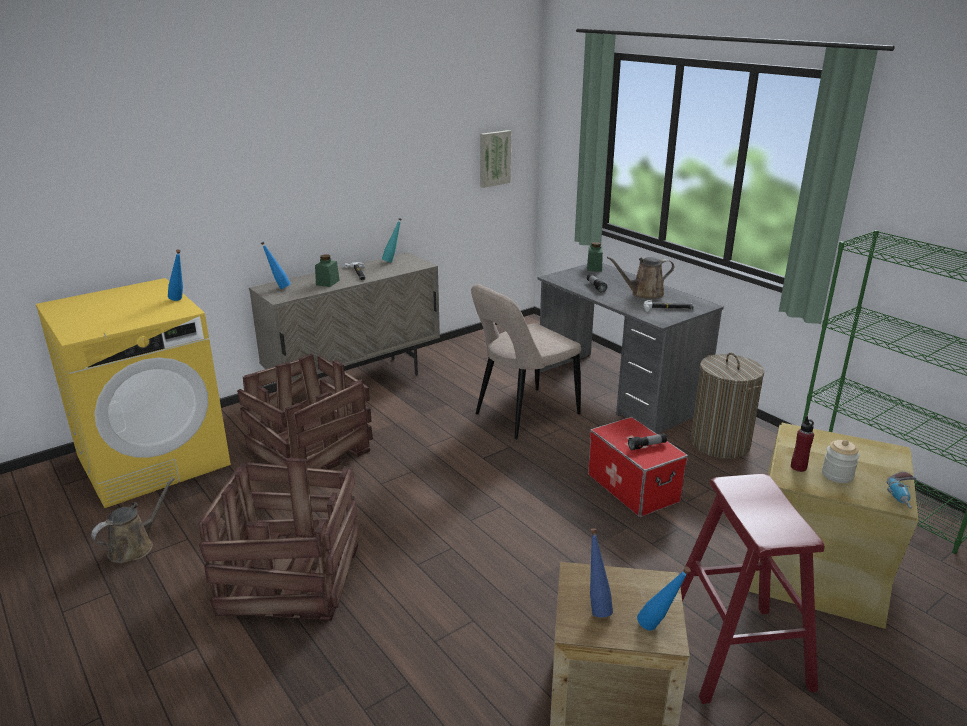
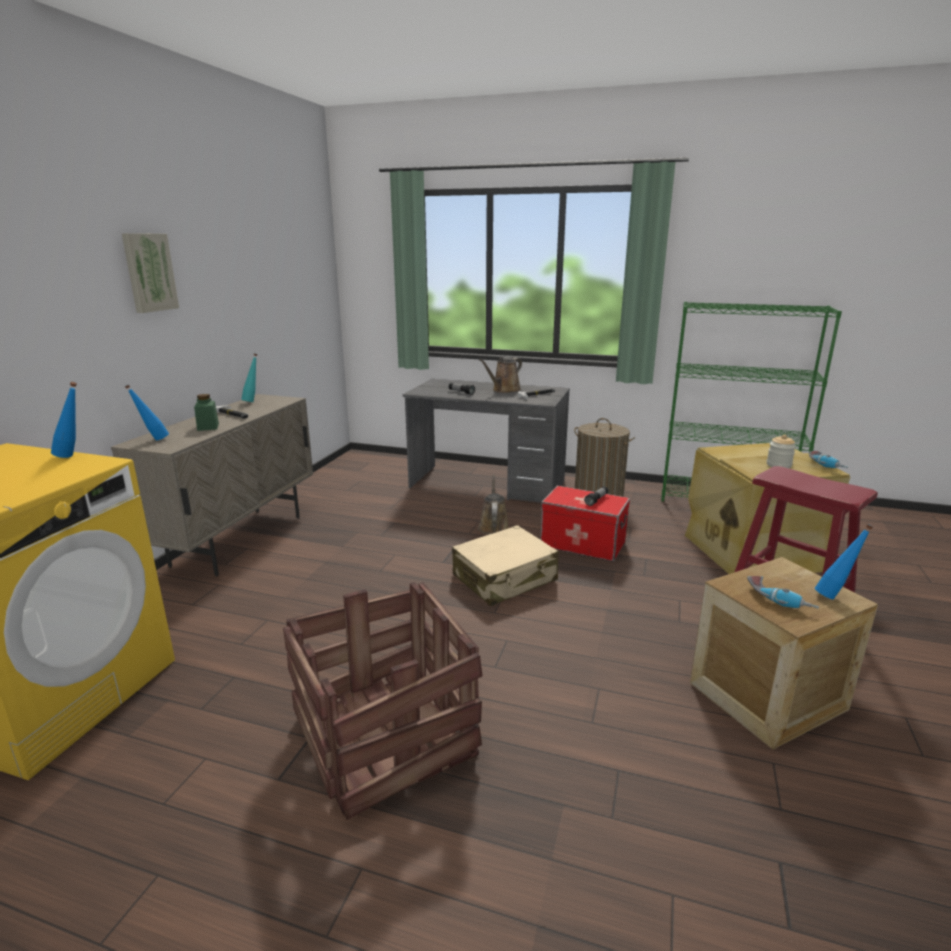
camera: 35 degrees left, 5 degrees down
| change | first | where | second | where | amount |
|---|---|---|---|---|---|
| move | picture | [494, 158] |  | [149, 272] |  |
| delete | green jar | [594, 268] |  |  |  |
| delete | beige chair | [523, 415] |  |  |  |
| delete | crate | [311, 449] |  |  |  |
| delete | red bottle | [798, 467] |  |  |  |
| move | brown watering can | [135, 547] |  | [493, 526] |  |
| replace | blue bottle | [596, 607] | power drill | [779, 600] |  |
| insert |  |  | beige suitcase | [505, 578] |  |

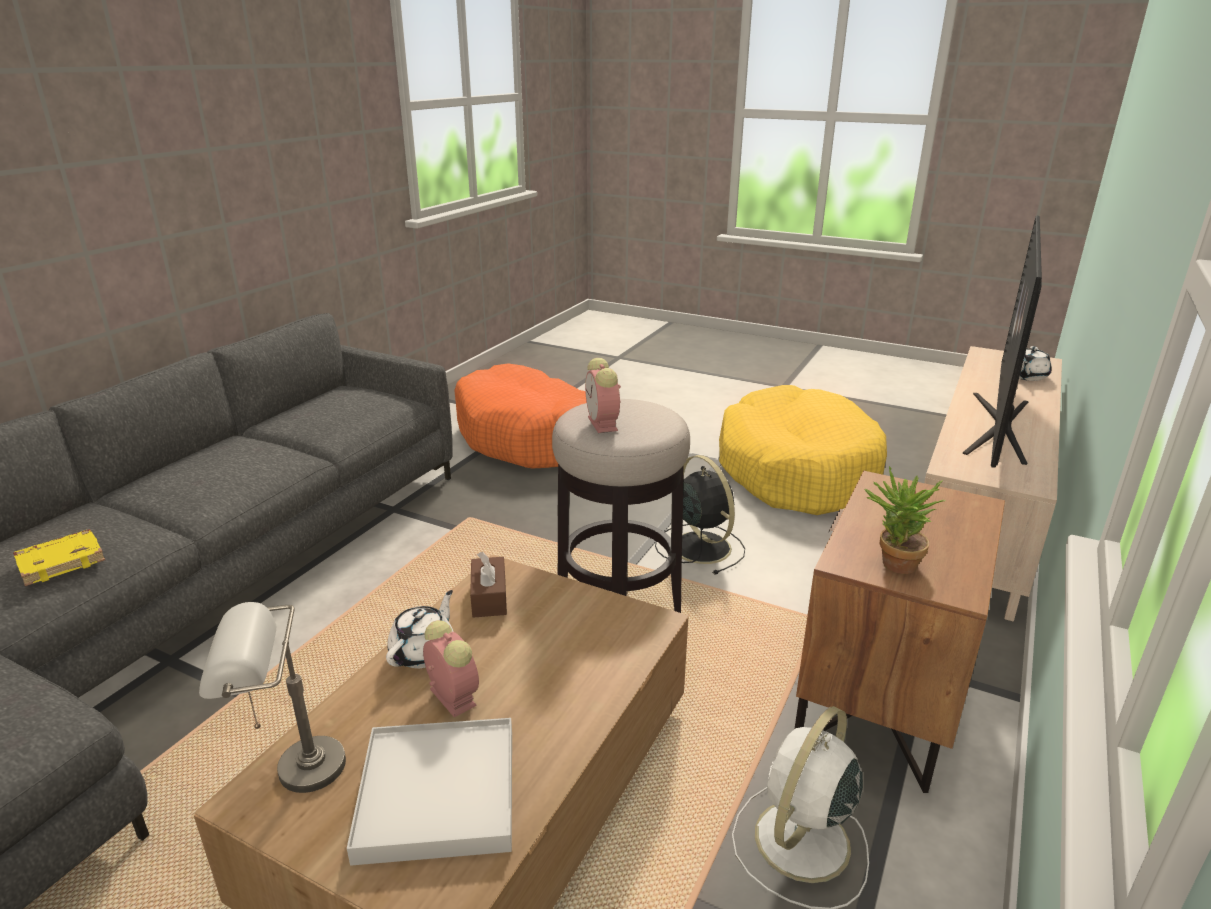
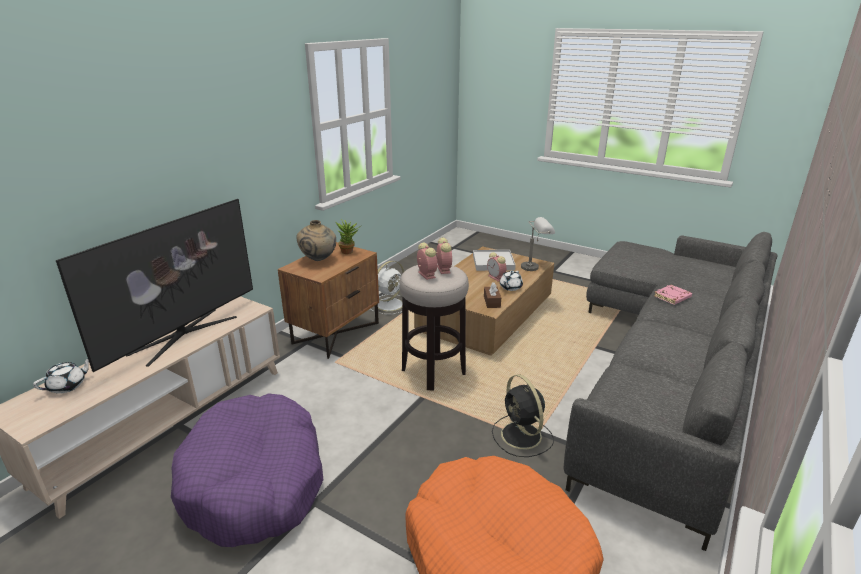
camera: 175 degrees left, 0 degrees up
| change | first | where | second | where | amount |
|---|---|---|---|---|---|
| recolor | yellow dog bed | [796, 470] | purple dog bed | [254, 482] |  |
| move | black fan | [700, 546] |  | [522, 436] |  |
| recolor | yellow book | [62, 561] | pink book | [672, 297] |  |
| insert |  |  | beige vase | [318, 260] |  |
| insert |  |  | alarm clock | [426, 274] |  |

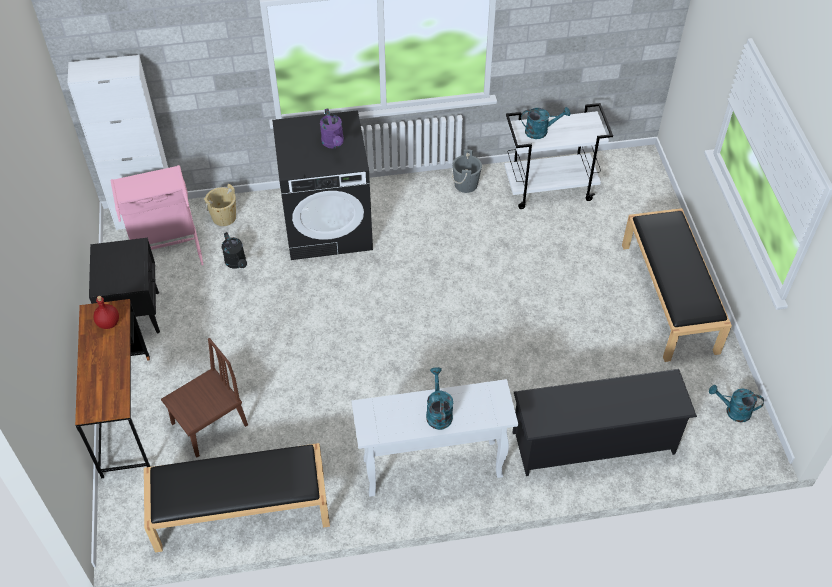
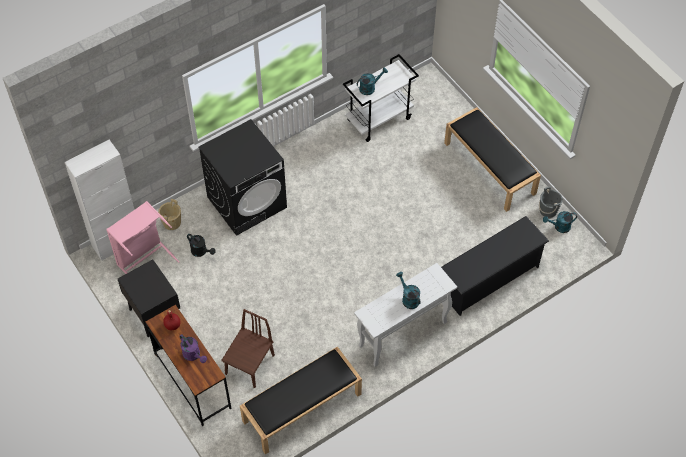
camera: 25 degrees left, 5 degrees up
| change | first | where | second | where | amount |
|---|---|---|---|---|---|
| move | purple watering can | [333, 143] |  | [193, 355] |  |
| move | grey bucket | [466, 184] |  | [548, 210] |  |

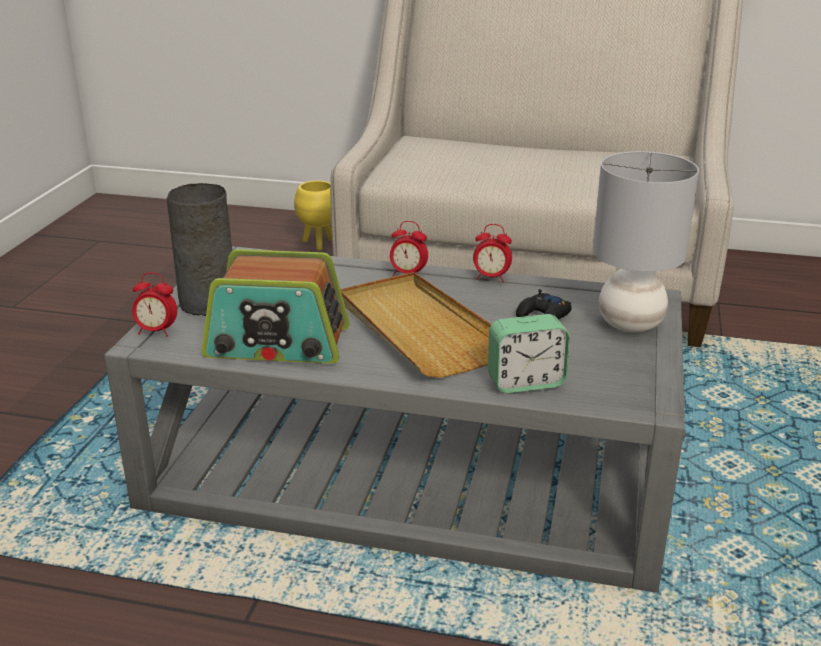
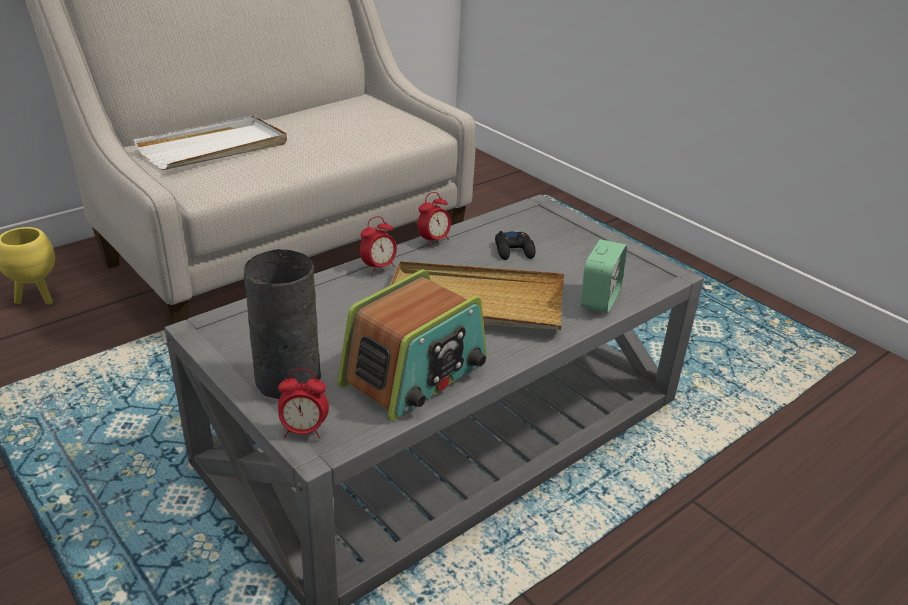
camera: 55 degrees left, 5 degrees up
| change | first | where | second | where | amount |
|---|---|---|---|---|---|
| delete | grey table lamp | [629, 323] |  |  |  |
| rotate | alarm clock | [156, 331] |  | [304, 430] | 45 degrees clockwise |
| insert |  |  | white tray | [214, 148] |  |

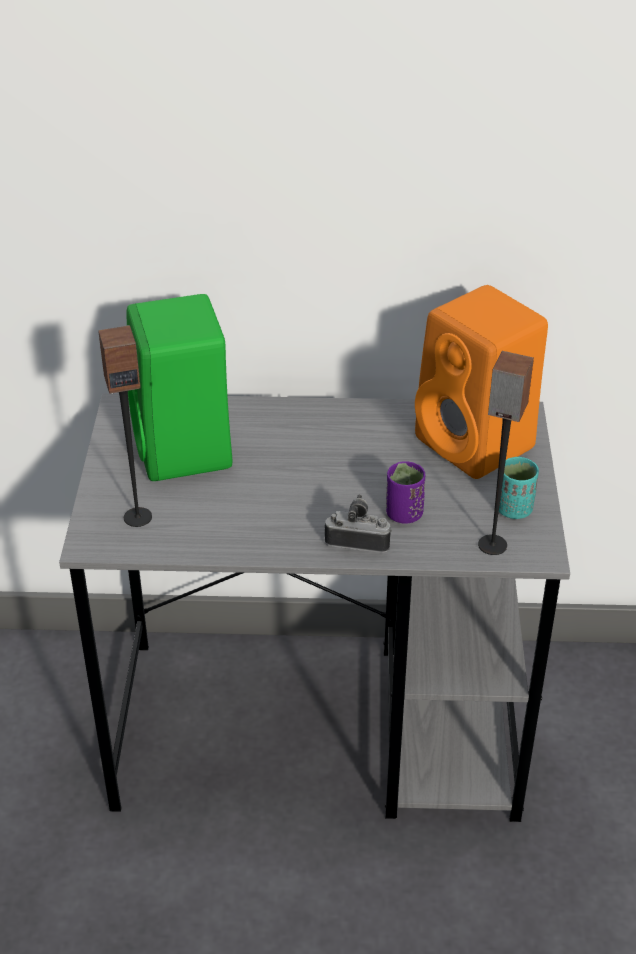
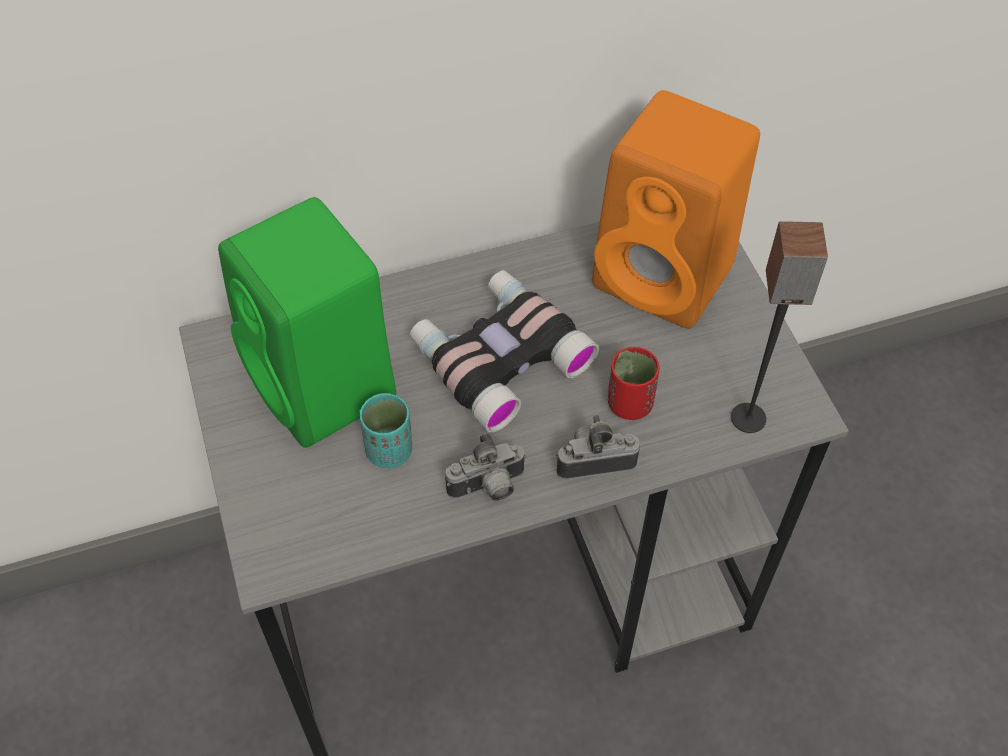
camera: 20 degrees left, 15 degrees up
| change | first | where | second | where | amount |
|---|---|---|---|---|---|
| delete | speaker | [137, 517] |  |  |  |
| move | turquoise cup | [514, 509] |  | [389, 450] |  |
| recolor | purple cup | [404, 514] | red cup | [629, 404] |  |
| insert |  |  | binoculars | [498, 356] |  |
| insert |  |  | photo camera | [488, 488] |  |

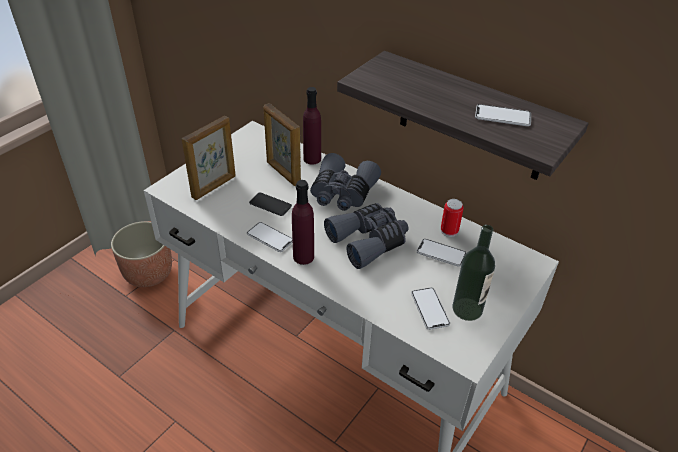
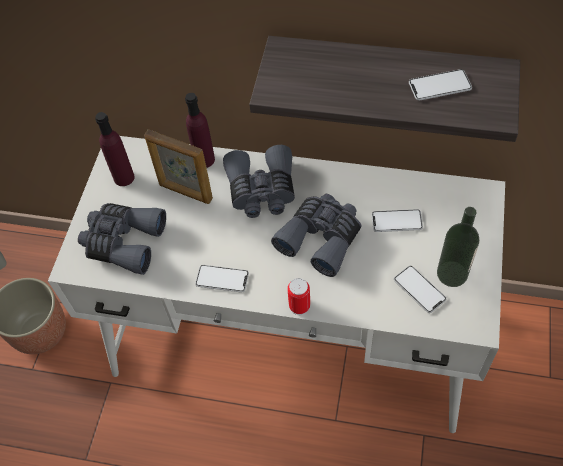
camera: 20 degrees left, 15 degrees up
| change | first | where | second | where | amount |
|---|---|---|---|---|---|
| replace | picture frame | [214, 187] | grey binoculars | [123, 242] |  |
| move | purple bottle | [303, 256] |  | [124, 177] |  |
| delete | phone | [270, 205] |  |  |  |
| move | can | [449, 231] |  | [299, 306] |  |

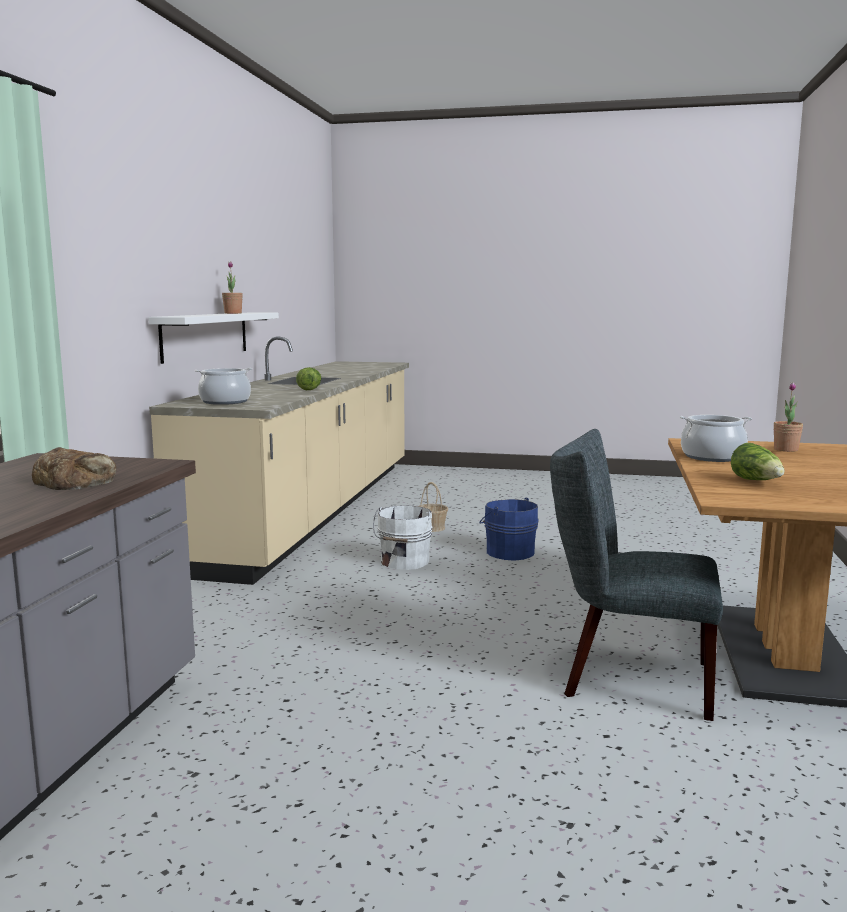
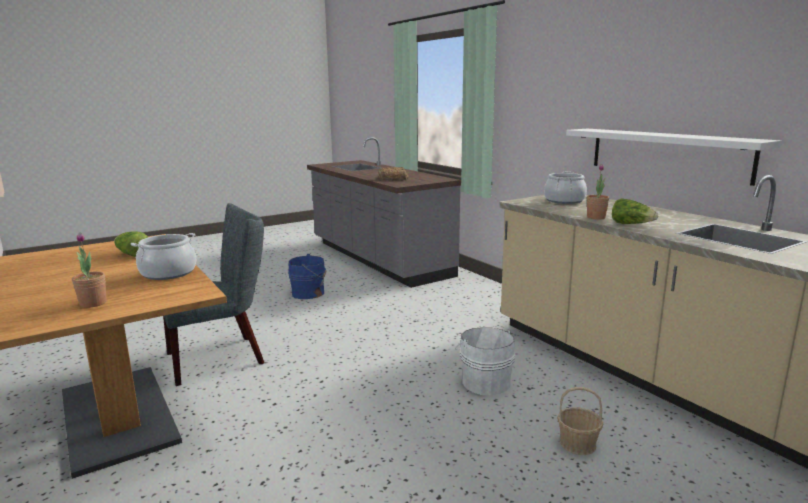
camera: 135 degrees right, 5 degrees up
| change | first | where | second | where | amount |
|---|---|---|---|---|---|
| move | potted plant | [233, 313] |  | [596, 217] |  |
| move | blue bucket | [508, 552] |  | [309, 293] |  |

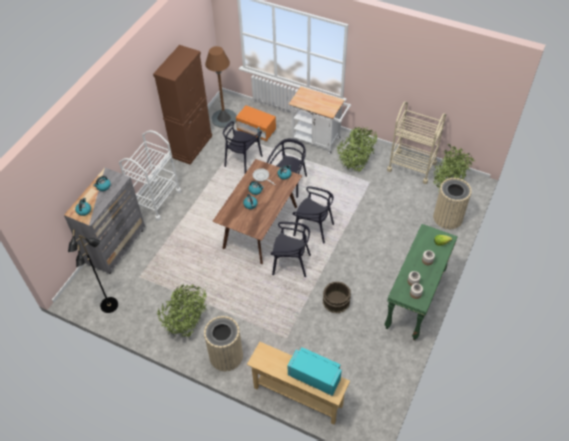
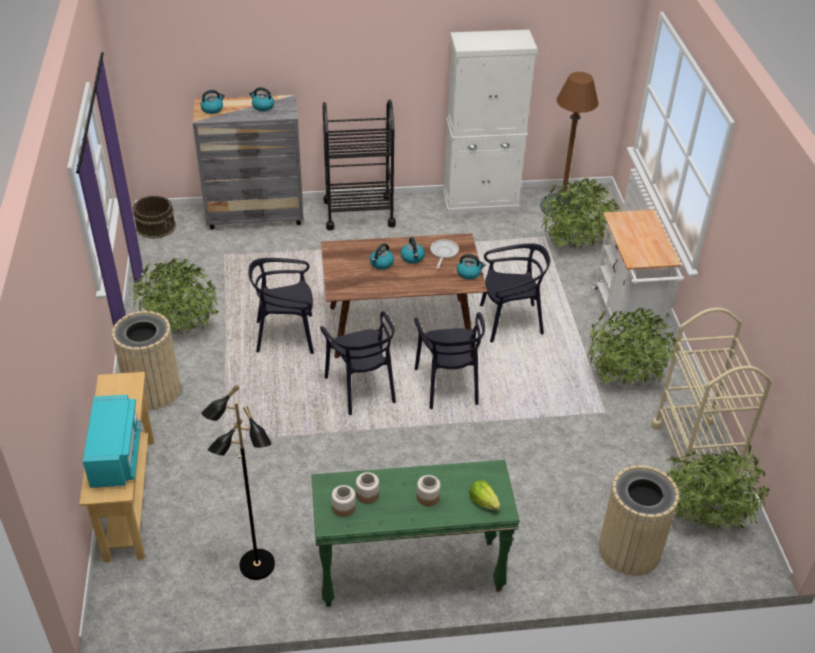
camera: 55 degrees right, 10 degrees down
| change | first | where | second | where | amount |
|---|---|---|---|---|---|
| recolor | brown cabinet | [192, 146] | white cabinet | [480, 202] |  |
| replace | orange microwave | [256, 131] | potted plant | [574, 246] |  |
| move | black chair | [242, 160] |  | [286, 335] |  |
| recolor | white cart | [156, 200] | black cart | [359, 213] |  |
| move | black floor lamp | [109, 306] |  | [256, 566] |  |
| move | brown bucket | [336, 301] |  | [156, 226] |  |

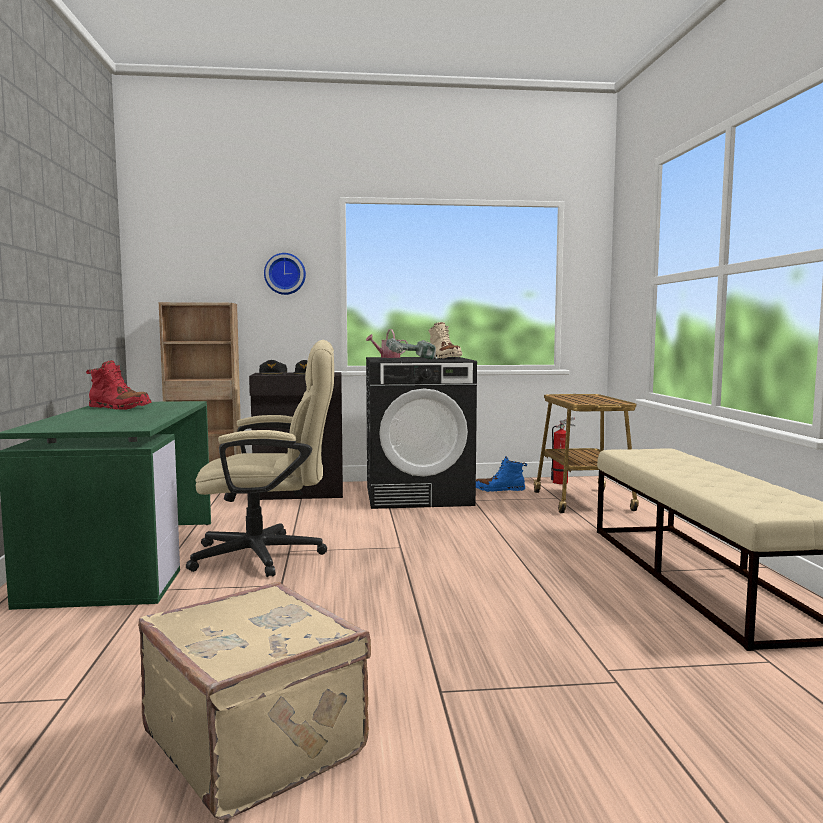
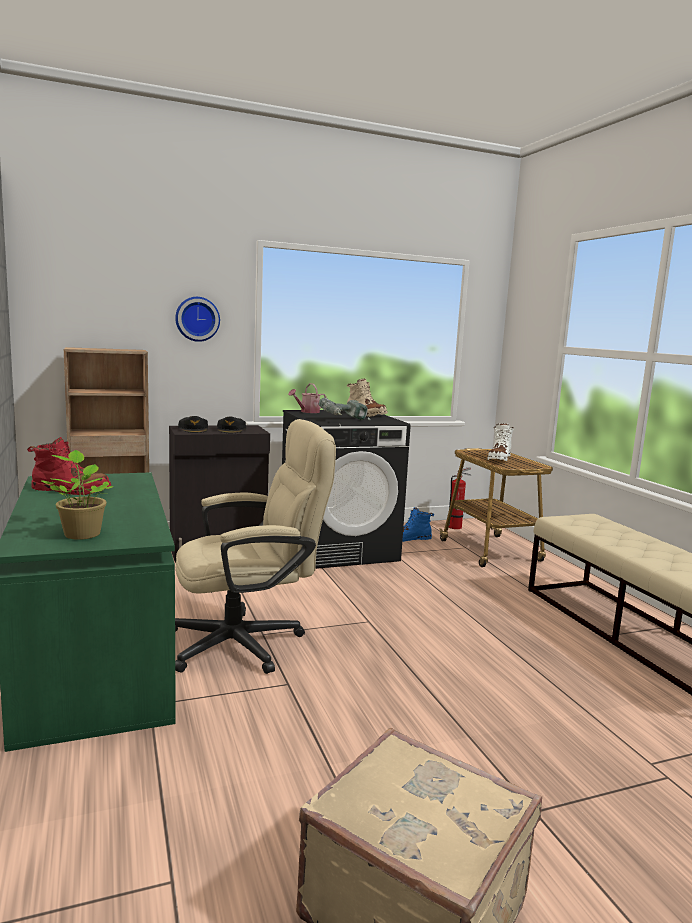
camera: 15 degrees left, 5 degrees up
| change | first | where | second | where | amount |
|---|---|---|---|---|---|
| insert |  |  | white boot | [499, 458] |  |
| insert |  |  | potted plant | [81, 533] |  |

